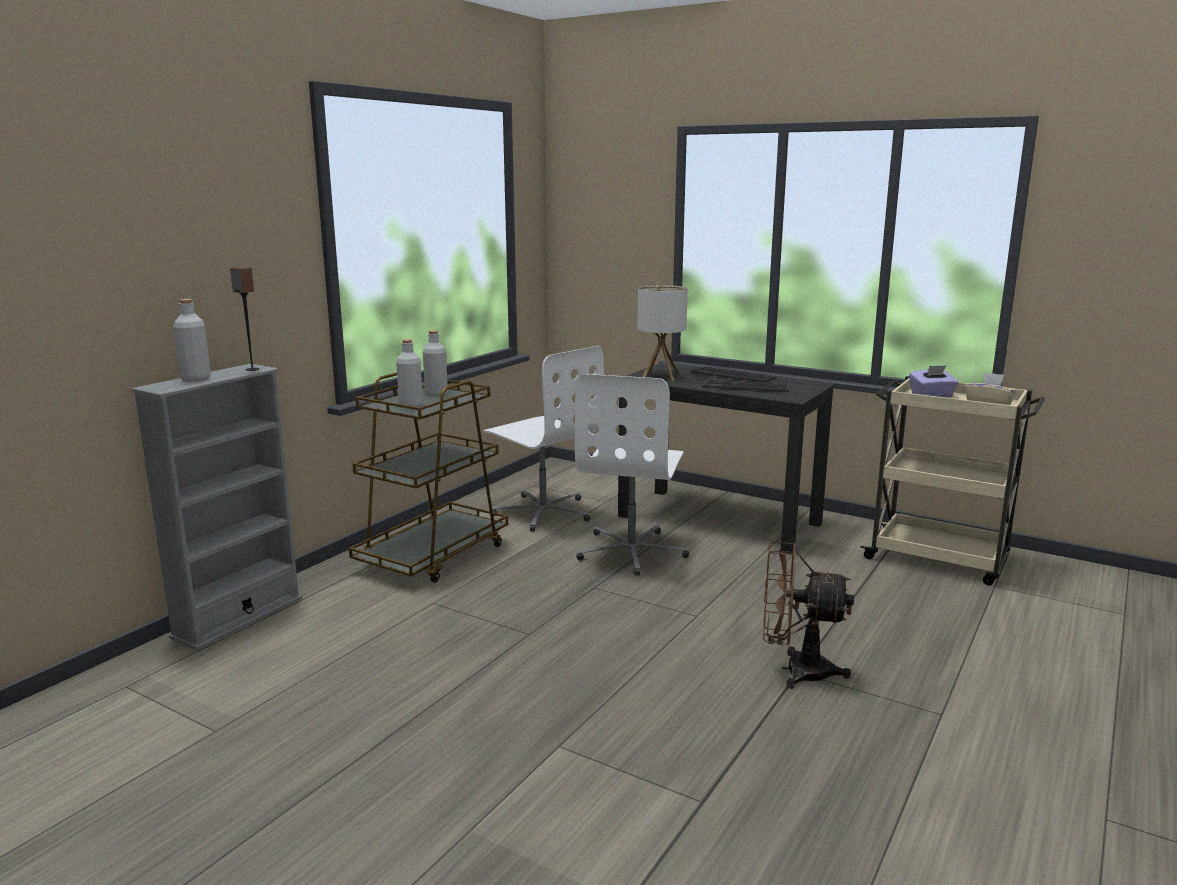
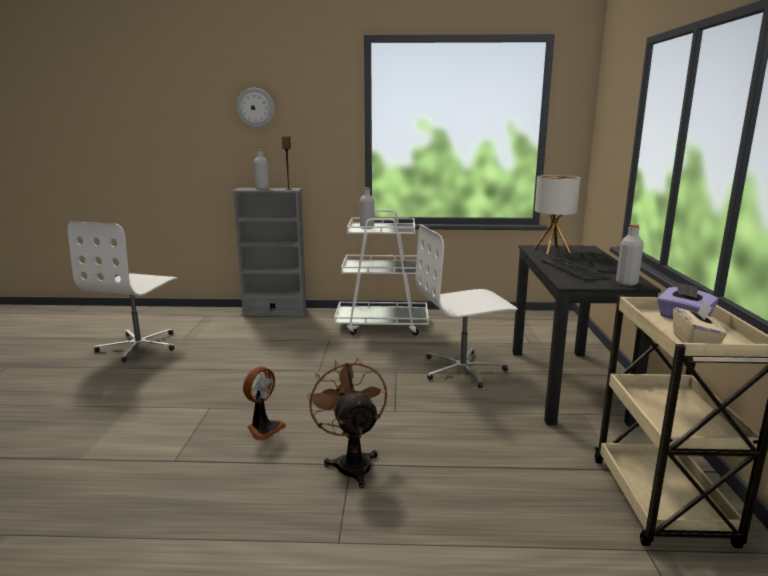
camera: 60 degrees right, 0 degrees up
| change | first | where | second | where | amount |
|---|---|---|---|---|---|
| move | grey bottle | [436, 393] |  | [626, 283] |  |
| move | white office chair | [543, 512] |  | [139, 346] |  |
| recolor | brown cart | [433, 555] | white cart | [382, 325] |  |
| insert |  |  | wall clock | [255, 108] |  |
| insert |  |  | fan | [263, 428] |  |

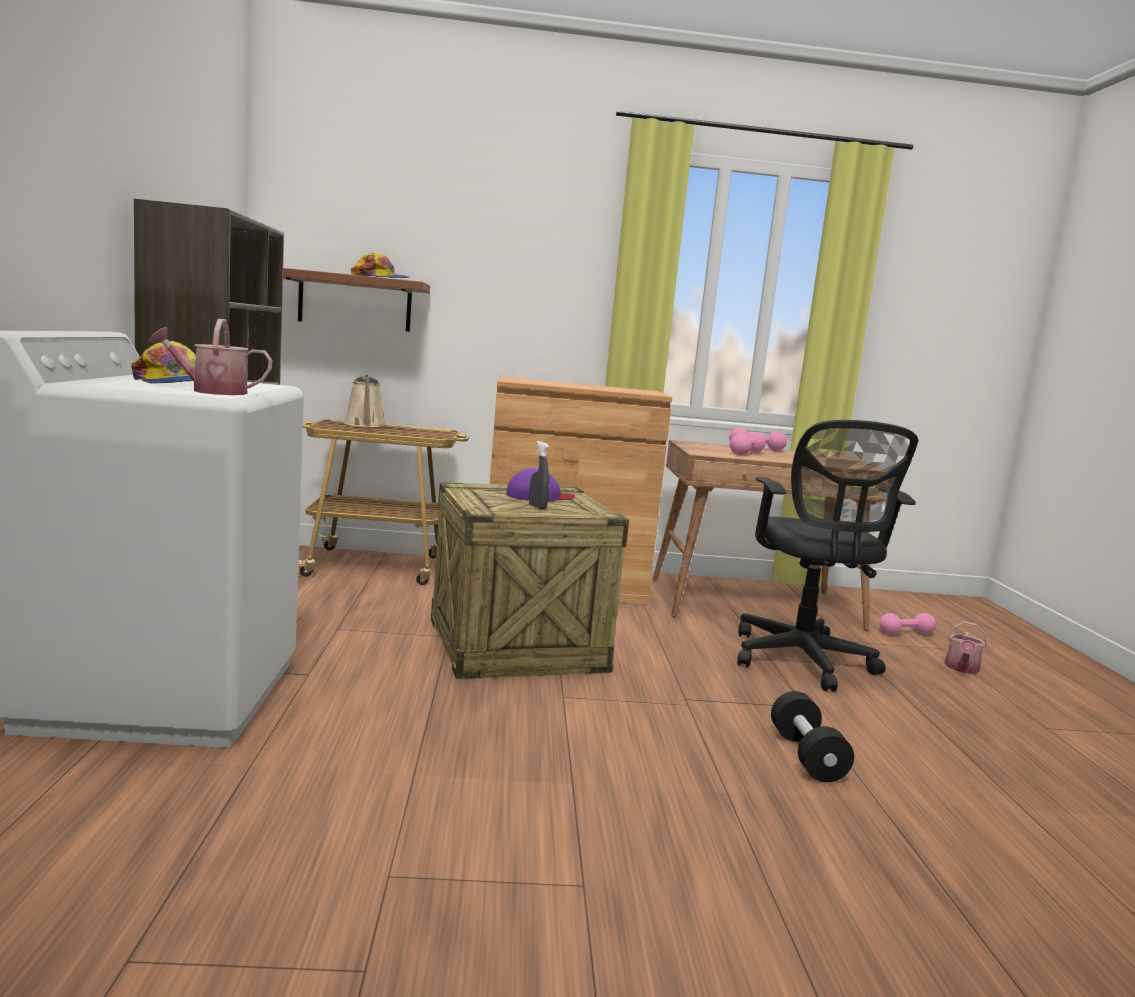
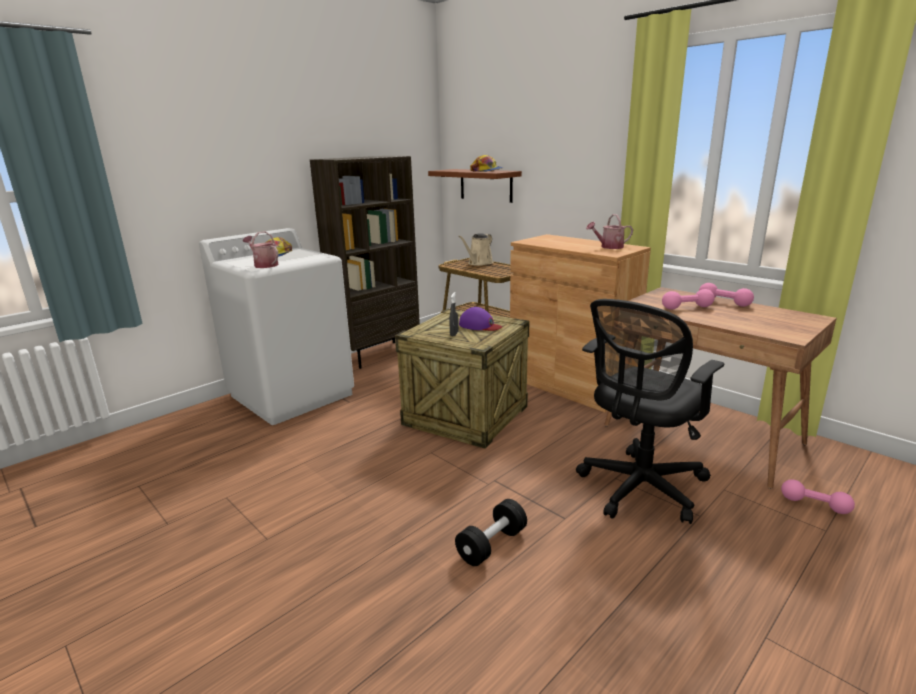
camera: 50 degrees right, 10 degrees up
| change | first | where | second | where | amount |
|---|---|---|---|---|---|
| move | watering can | [961, 669] |  | [609, 247] |  |

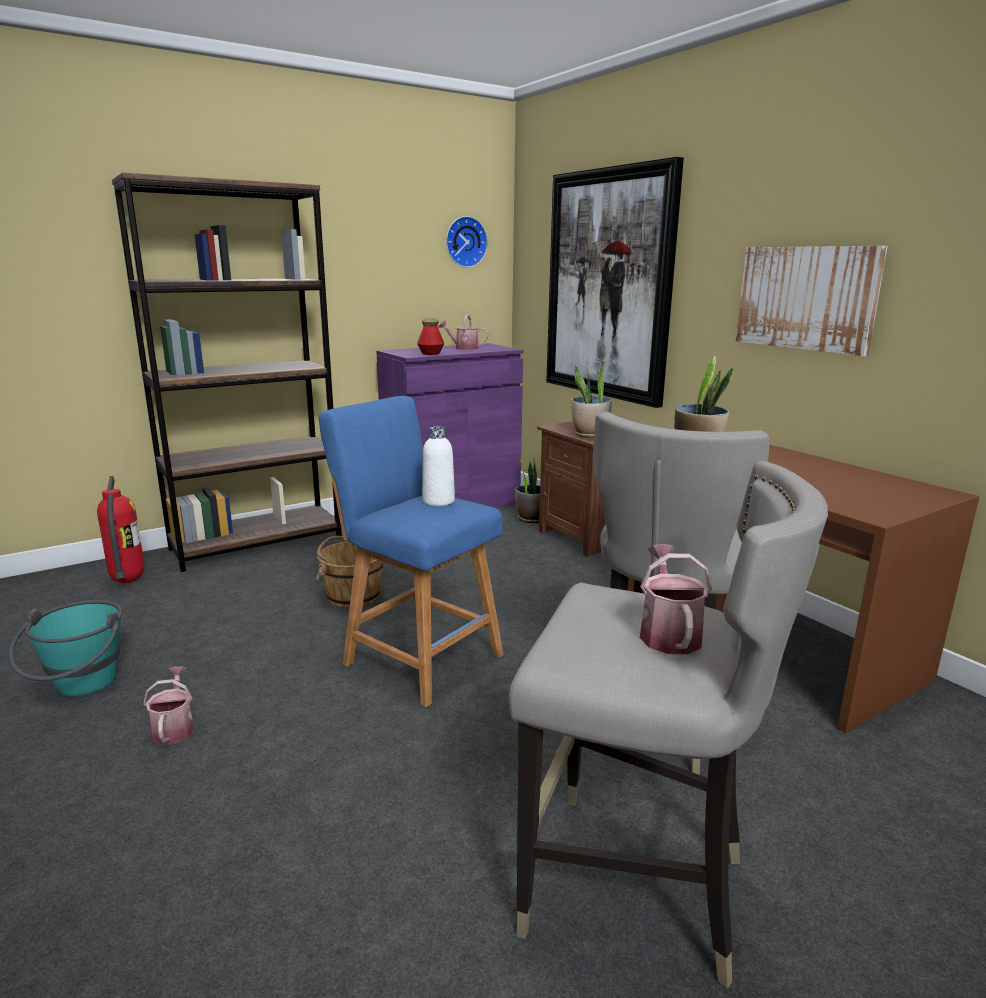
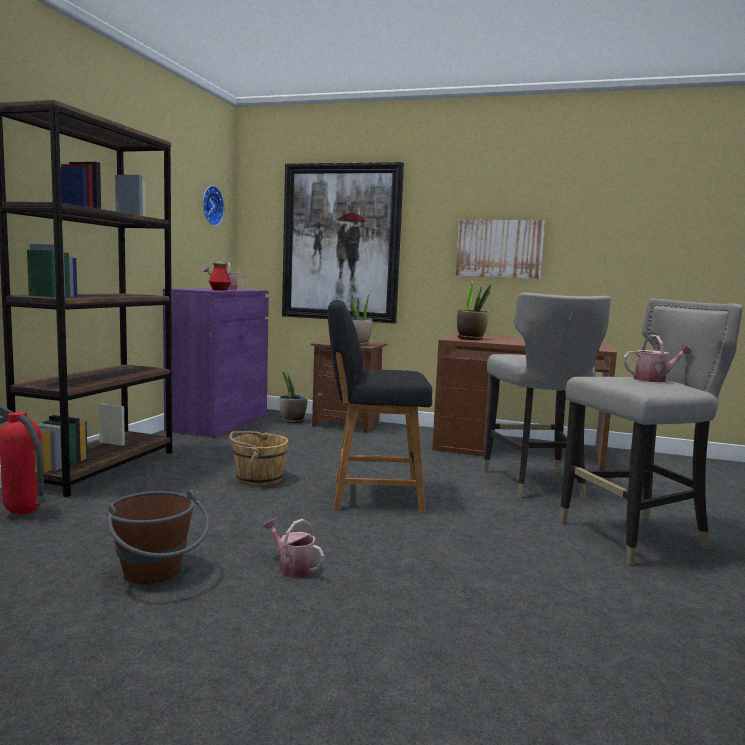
camera: 40 degrees left, 10 degrees down
| change | first | where | second | where | amount |
|---|---|---|---|---|---|
| recolor | blue stool | [418, 656] | black stool | [371, 494] |  |
| delete | white bottle | [438, 501] |  |  |  |
| rotate | watering can | [668, 633] |  | [654, 379] | 120 degrees clockwise |
| recolor | turquoise bucket | [80, 687] | brown bucket | [157, 575] |  |

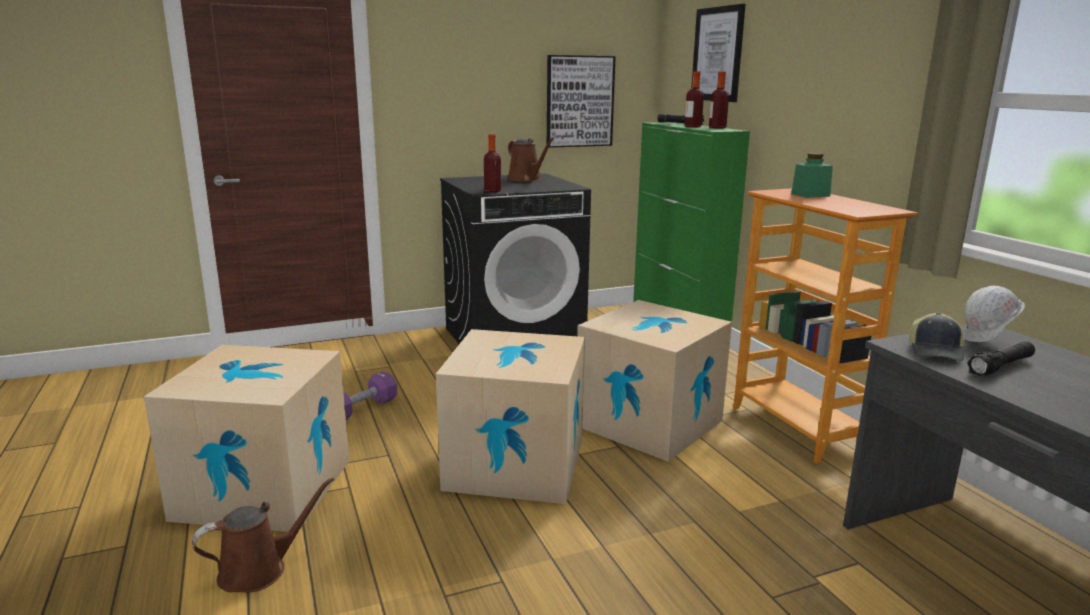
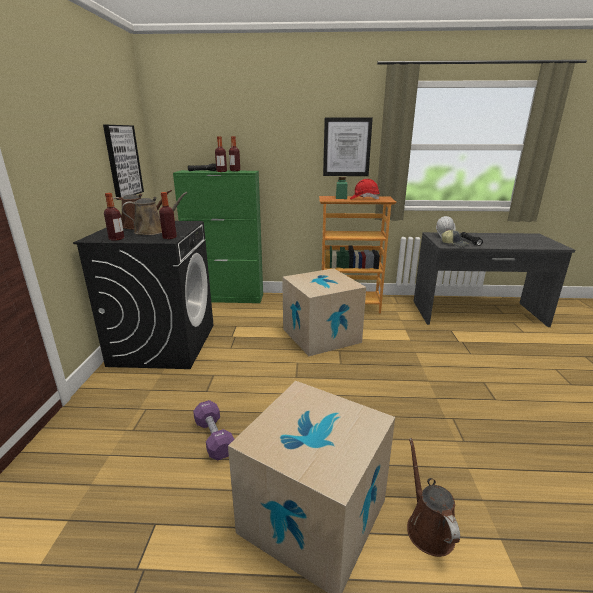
camera: 65 degrees left, 5 degrees up
| change | first | where | second | where | amount |
|---|---|---|---|---|---|
| move | picture | [717, 54] |  | [346, 147] |  |
| delete | cardboard box | [515, 464] |  |  |  |
| insert |  |  | red hard hat | [364, 199] |  |
| insert |  |  | brown watering can | [153, 231] |  |
| insert |  |  | bottle | [116, 239] |  |

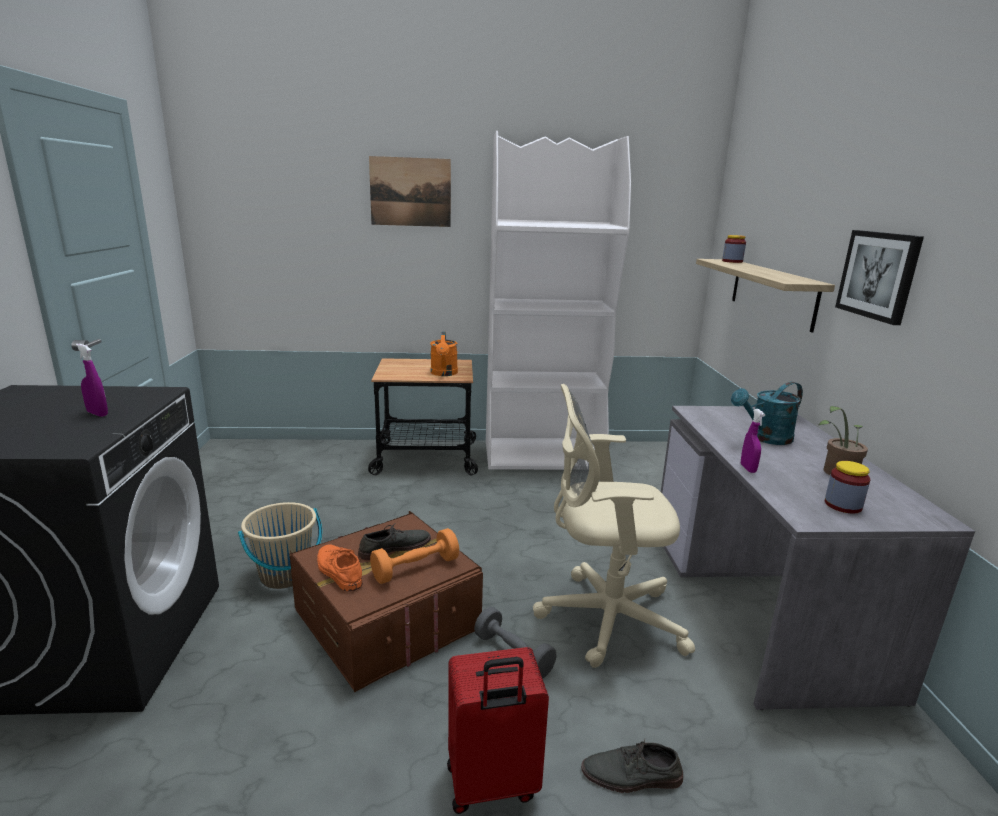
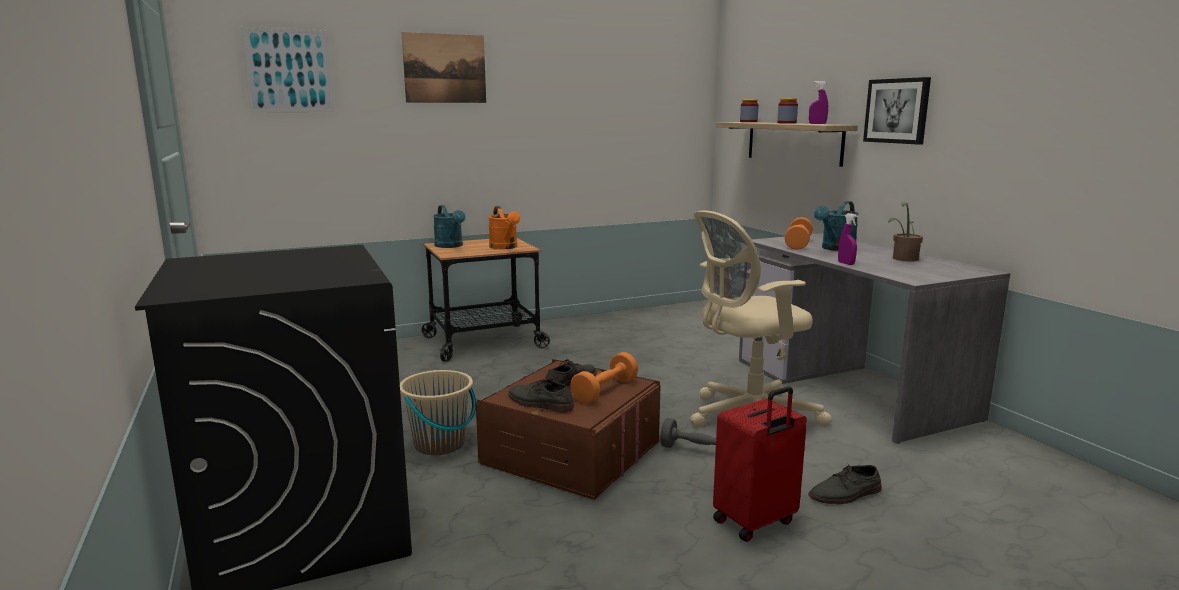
camera: 20 degrees left, 5 degrees down
| change | first | where | second | where | amount |
|---|---|---|---|---|---|
| delete | white bookcase | [543, 455] |  |  |  |
| move | purple spray bottle | [97, 414] |  | [817, 124] |  |
| move | jar | [843, 505] |  | [786, 123] |  |
| recolor | orange shoe | [338, 571] | grey shoe | [539, 403] |  |
| insert |  |  | picture | [288, 71] |  |
| insert |  |  | turquoise watering can | [451, 246] |  |
| insert |  |  | orange dumbbell | [798, 244] |  |

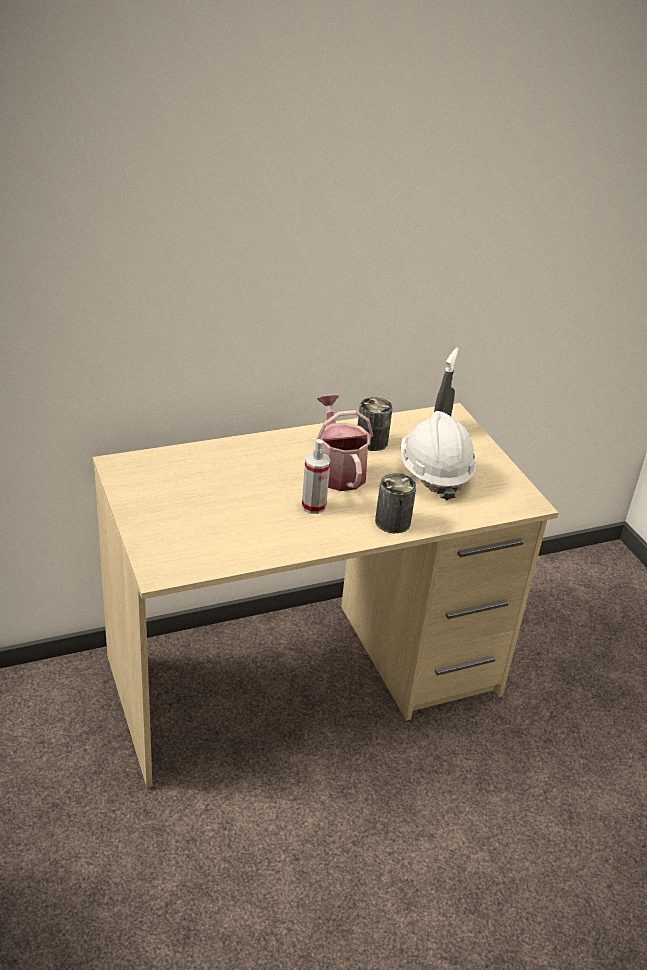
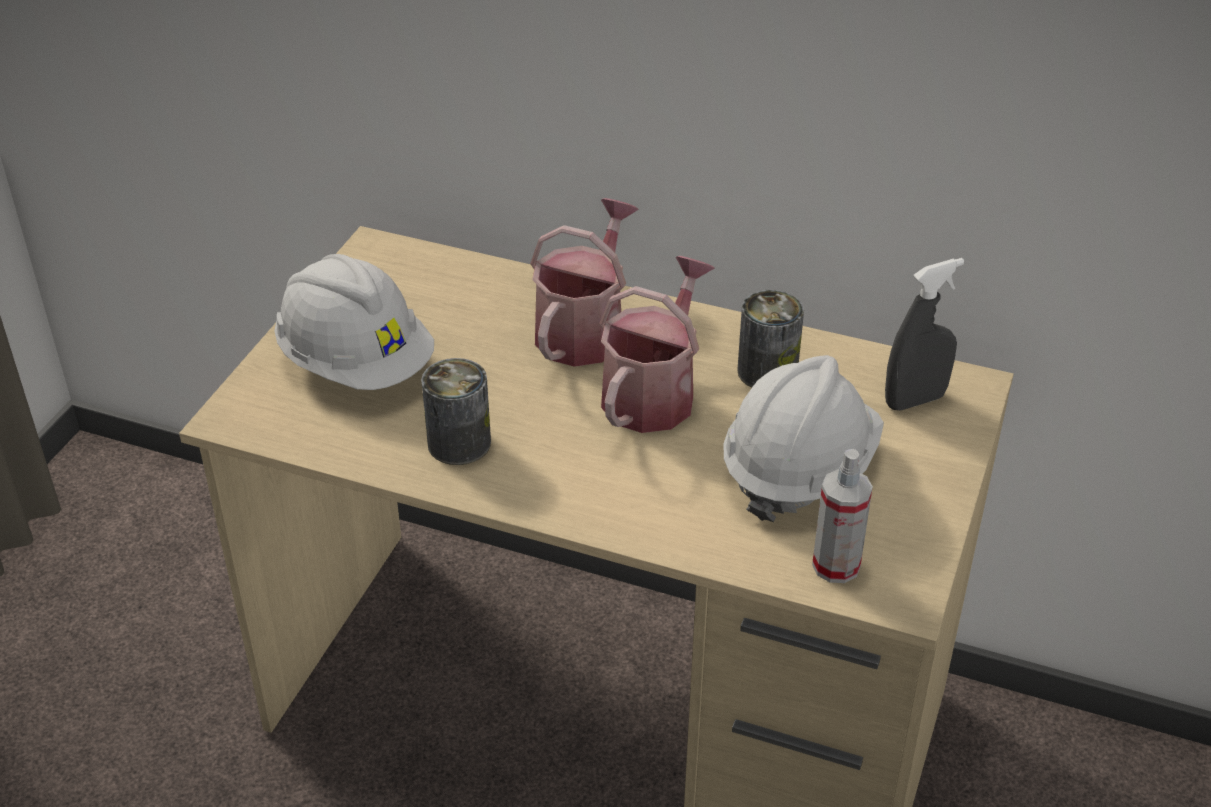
camera: 45 degrees right, 5 degrees up
| change | first | where | second | where | amount |
|---|---|---|---|---|---|
| move | spray bottle | [313, 506] |  | [836, 566] |  |
| move | can | [392, 522] |  | [459, 443] |  |
| insert |  |  | watering can | [584, 329] |  |
| insert |  |  | white hard hat | [356, 364] |  |

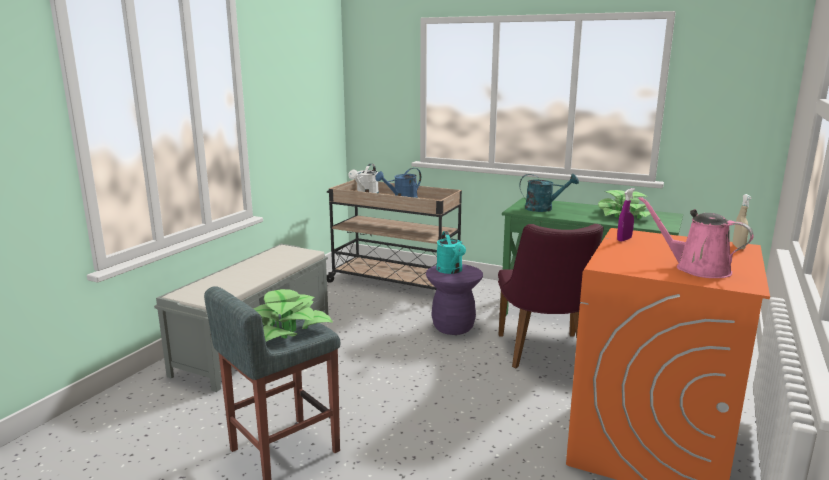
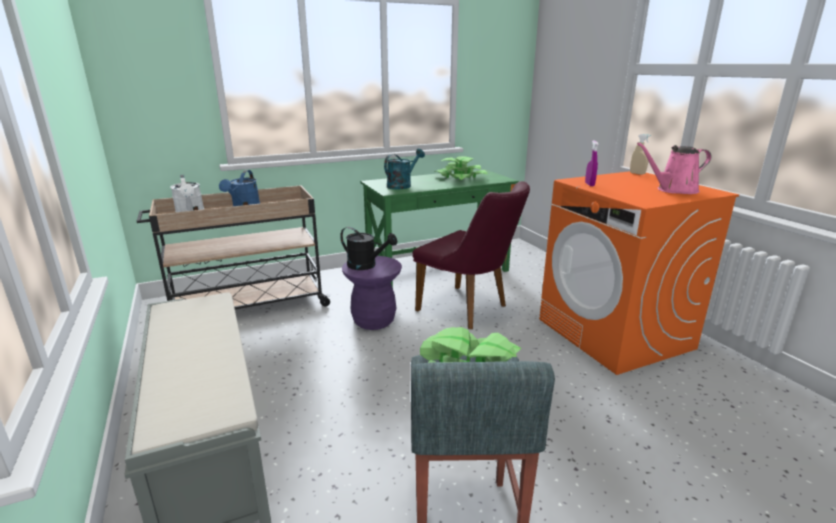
camera: 50 degrees left, 5 degrees up
| change | first | where | second | where | amount |
|---|---|---|---|---|---|
| recolor | turquoise watering can | [451, 271] | black watering can | [366, 265] |  |

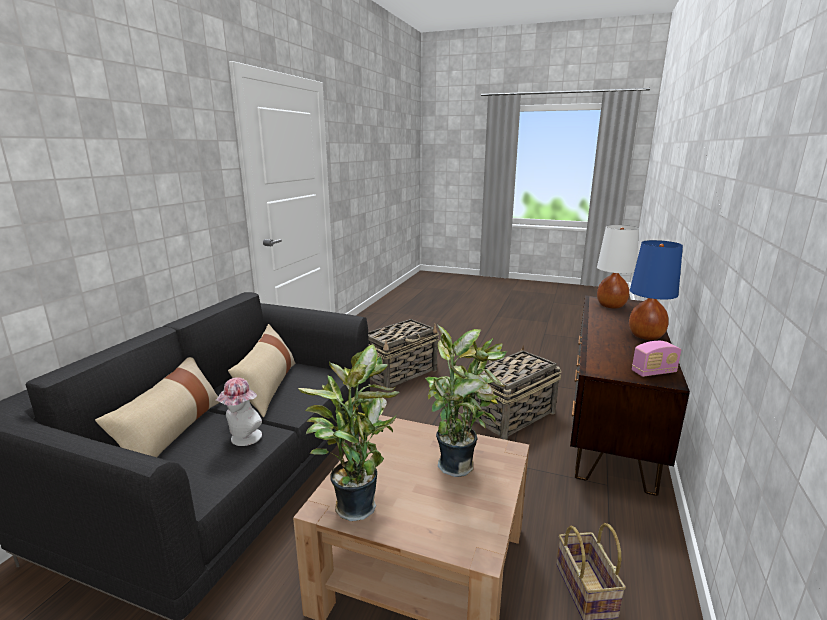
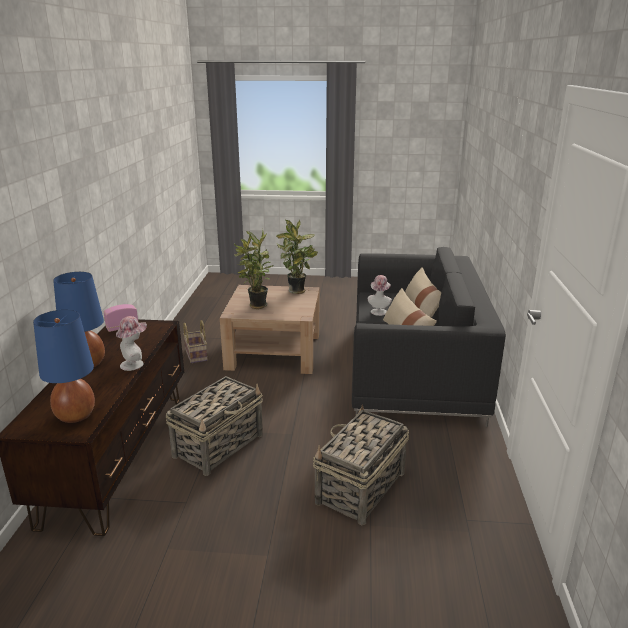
camera: 165 degrees right, 5 degrees up
| change | first | where | second | where | amount |
|---|---|---|---|---|---|
| recolor | white table lamp | [611, 305] | blue table lamp | [75, 416] |  |
| insert |  |  | hat | [135, 364] |  |

